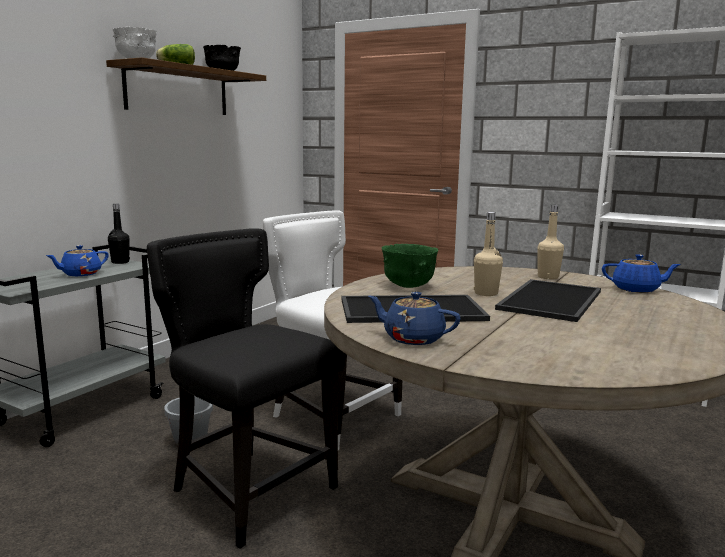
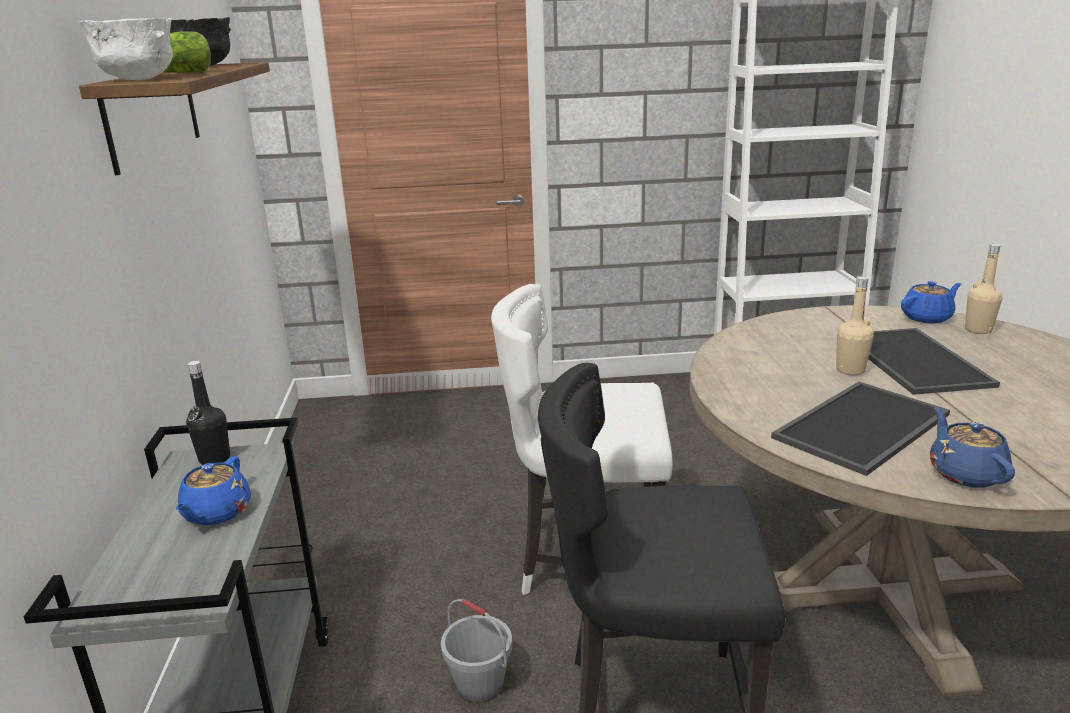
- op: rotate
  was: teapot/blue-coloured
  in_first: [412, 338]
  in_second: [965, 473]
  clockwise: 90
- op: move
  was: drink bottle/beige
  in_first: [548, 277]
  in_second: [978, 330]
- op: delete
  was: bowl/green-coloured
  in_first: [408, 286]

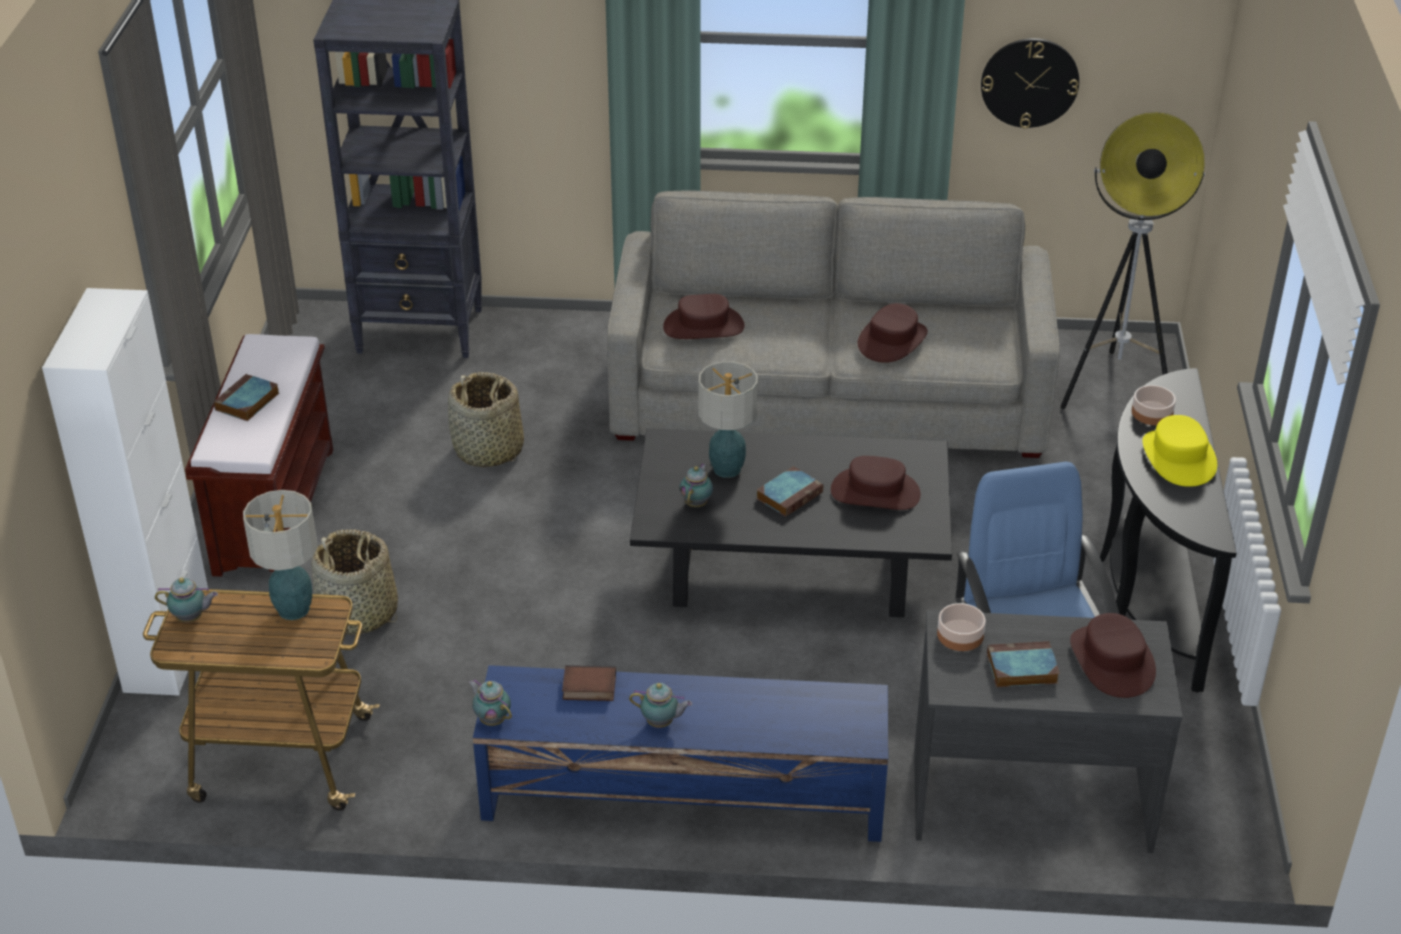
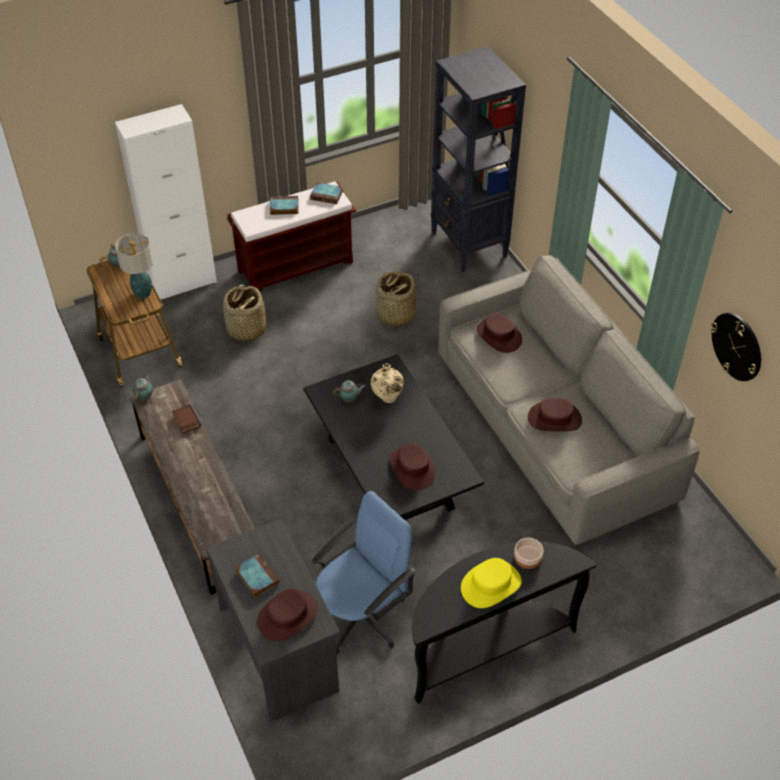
- op: recolor
  was: tv stand/blue-coloured
  now: tv stand/brown-coloured
  in_first: [681, 792]
  in_second: [199, 500]
- op: move
  was: volume
  in_first: [790, 495]
  in_second: [327, 195]
- op: replace
  was: table lamp
  now: decorative vase/beige
  in_first: [727, 468]
  in_second: [387, 399]
- op: delete
  was: teapot
  in_first: [661, 723]
- op: delete
  was: bowl
  in_first: [960, 635]
- op: delete
  was: standard lamp
  in_first: [1115, 389]

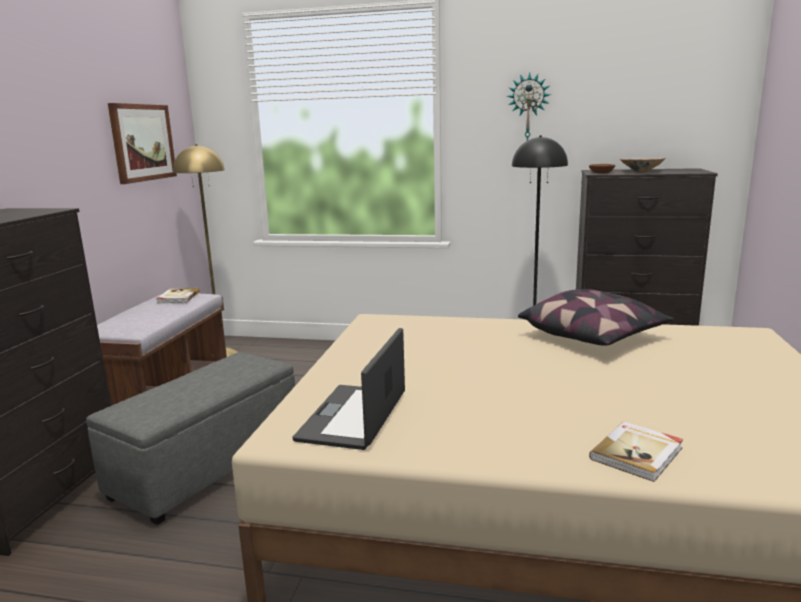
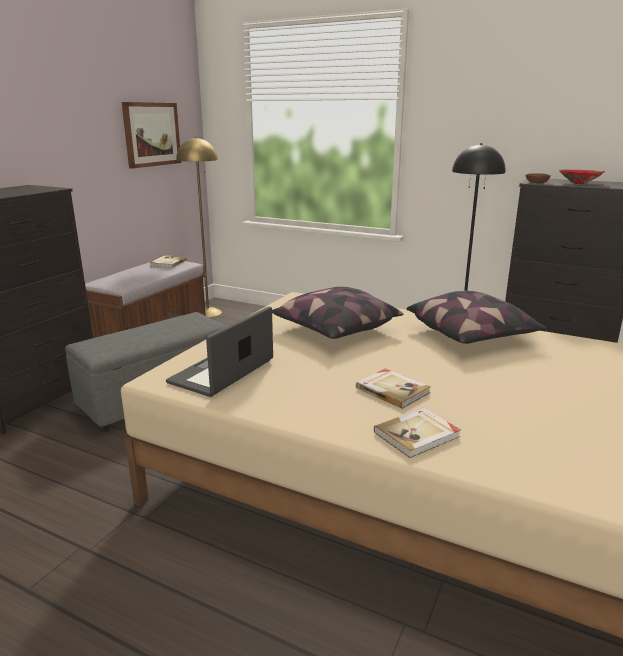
- op: insert
  now: pillow
  in_second: [335, 330]
- op: insert
  now: volume
  in_second: [392, 390]
- op: recolor
  was: bowl/beige
  now: bowl/red
  in_first: [641, 171]
  in_second: [579, 183]
- op: delete
  was: clock on the wall
  in_first: [528, 113]

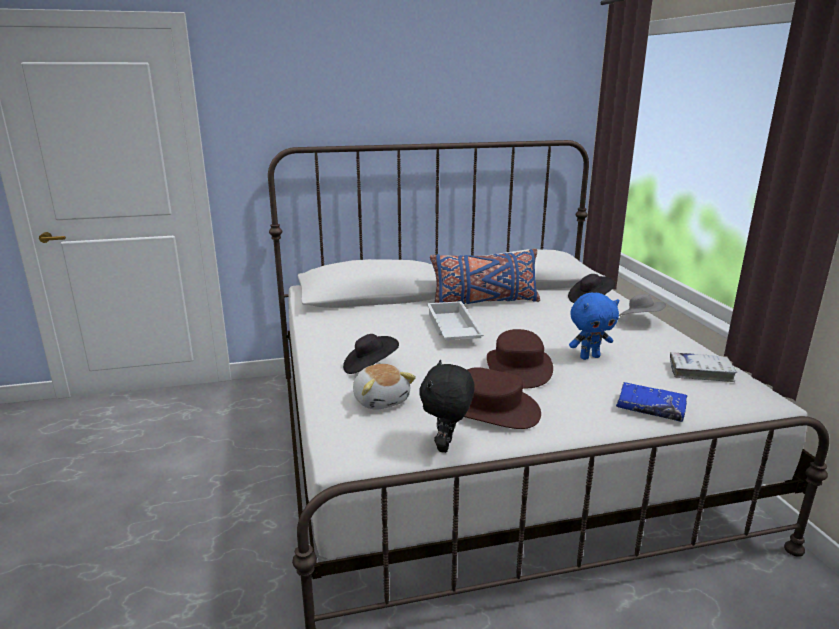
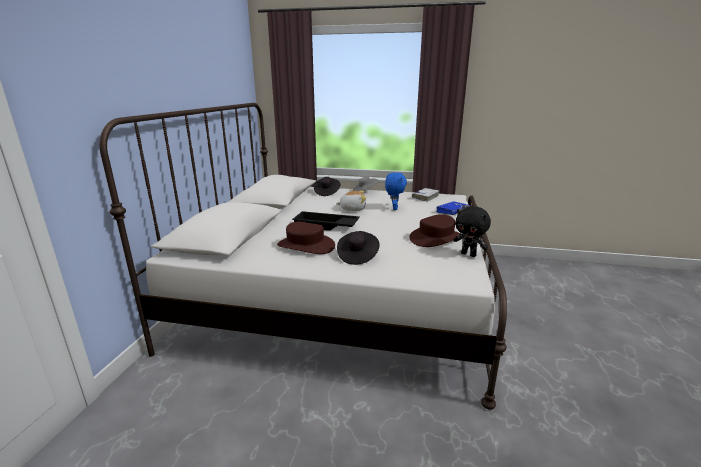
- op: move
  was: hat/brown-coloured
  in_first: [518, 368]
  in_second: [305, 246]
- op: recolor
  was: serving tray/white-coloured
  now: serving tray/black
  in_first: [451, 329]
  in_second: [325, 226]
- op: move
  was: plush toy
  in_first: [381, 400]
  in_second: [352, 209]
- op: delete
  was: pillow/blue-coloured
  in_first: [485, 302]

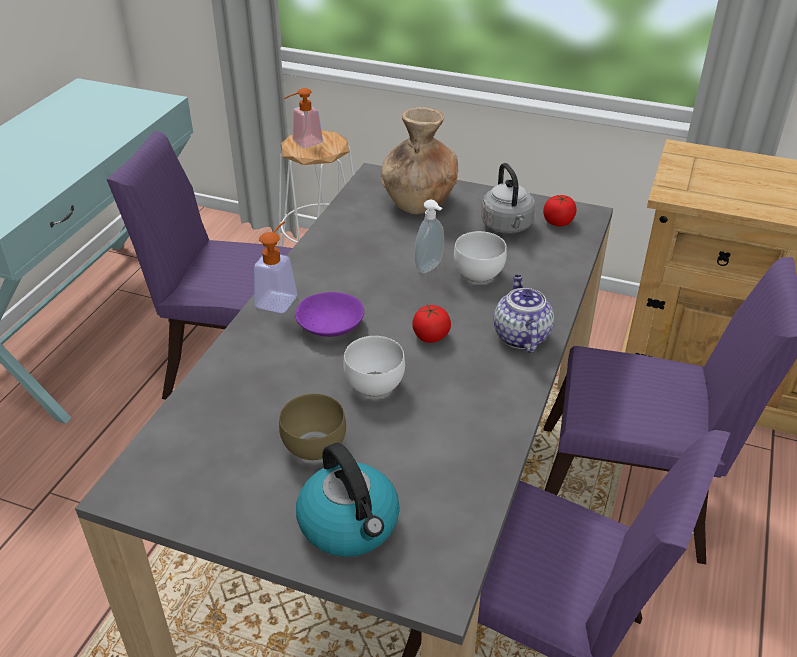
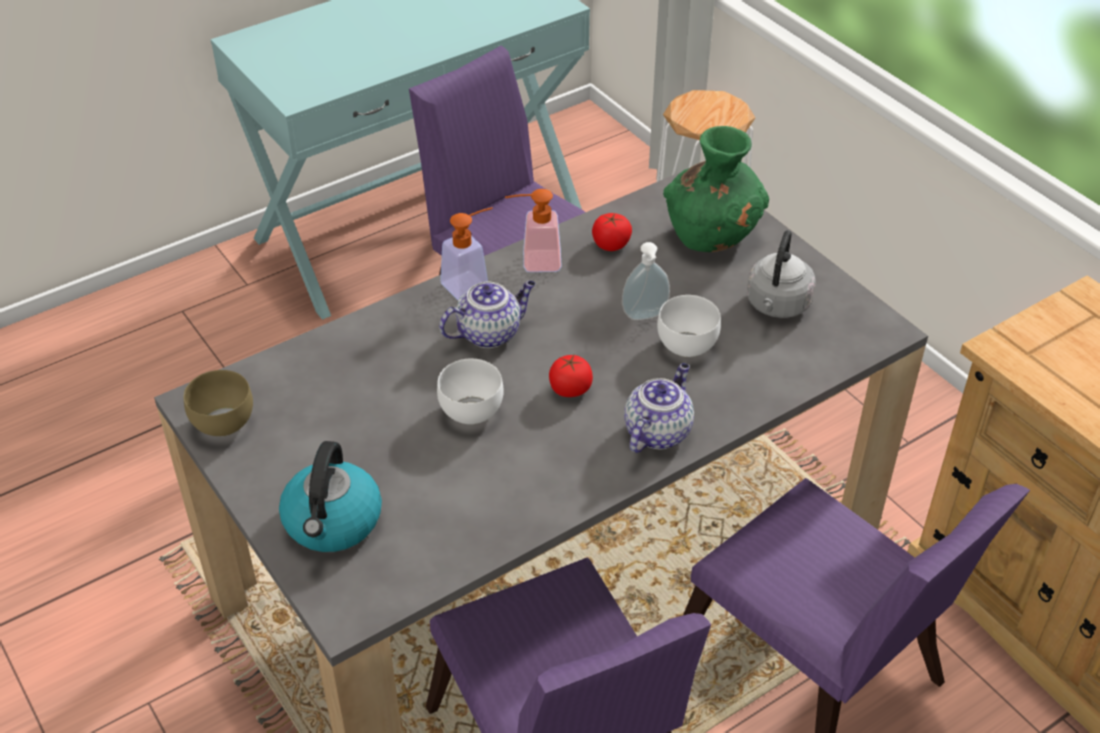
- op: move
  was: bowl/brown-coloured
  in_first: [312, 446]
  in_second: [222, 422]
- op: replace
  was: bowl/purple
  now: teapot
  in_first: [329, 325]
  in_second: [490, 333]
- op: move
  was: soap dispenser
  in_first: [303, 143]
  in_second: [533, 262]
- op: move
  was: tomato
  in_first: [558, 222]
  in_second: [611, 244]
- op: recolor
  was: decorative vase/brown-coloured
  now: decorative vase/green-coloured
  in_first: [419, 201]
  in_second: [713, 235]

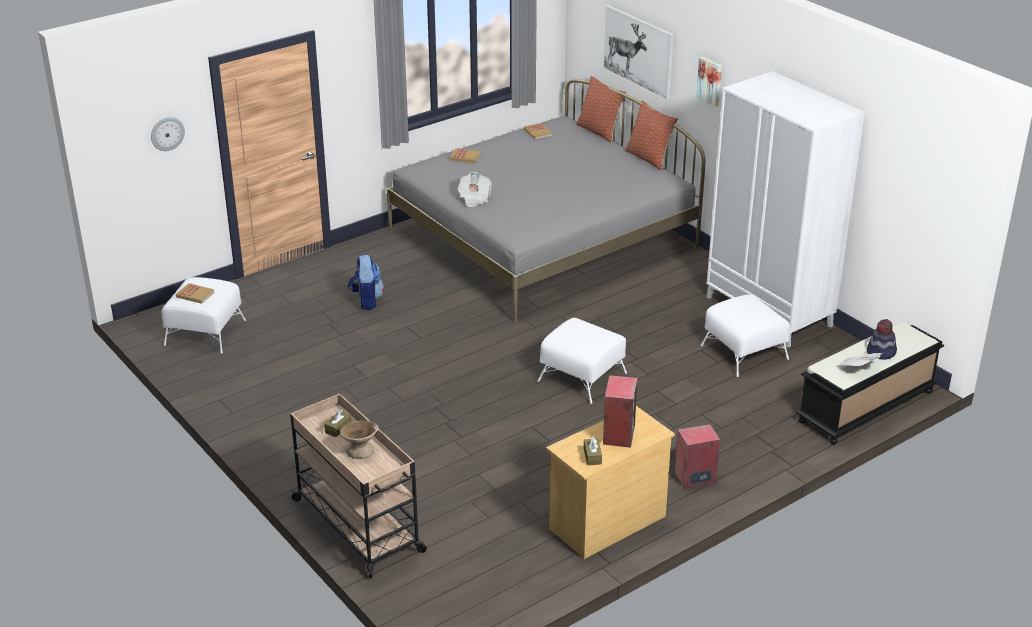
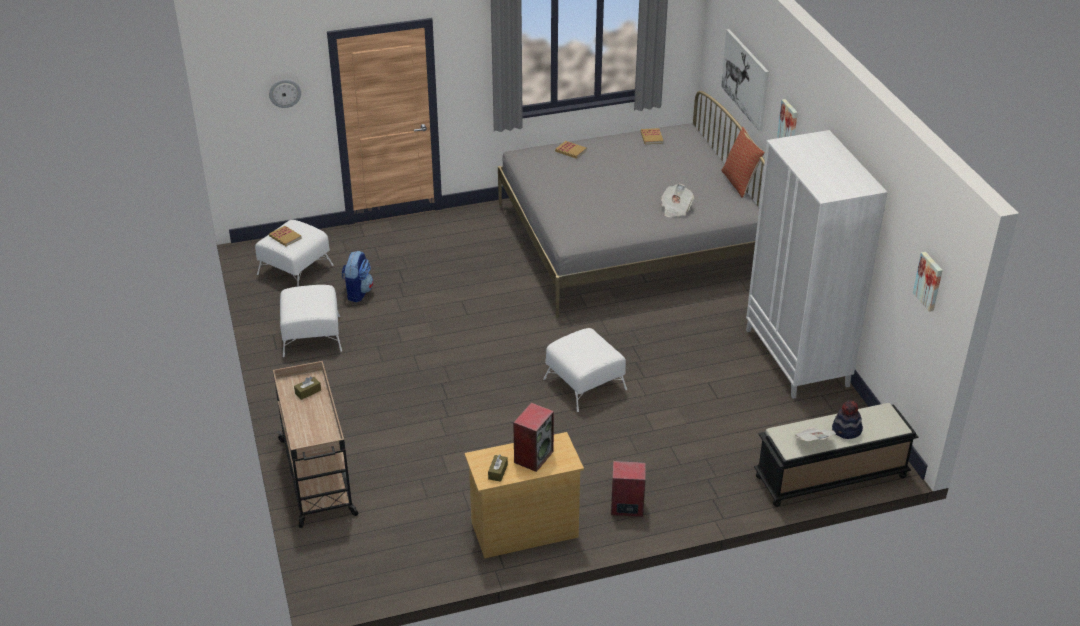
- op: move
  was: ottoman/white-coloured
  in_first: [744, 352]
  in_second: [312, 335]
- op: move
  was: backpack
  in_first: [366, 301]
  in_second: [358, 292]
- op: move
  was: printed paper
  in_first: [474, 198]
  in_second: [675, 209]
- op: insert
  now: wall art
  in_second: [929, 281]
- op: delete
  was: bowl/beige
  in_first: [360, 451]
- op: delete
  was: pillow
  in_first: [599, 131]

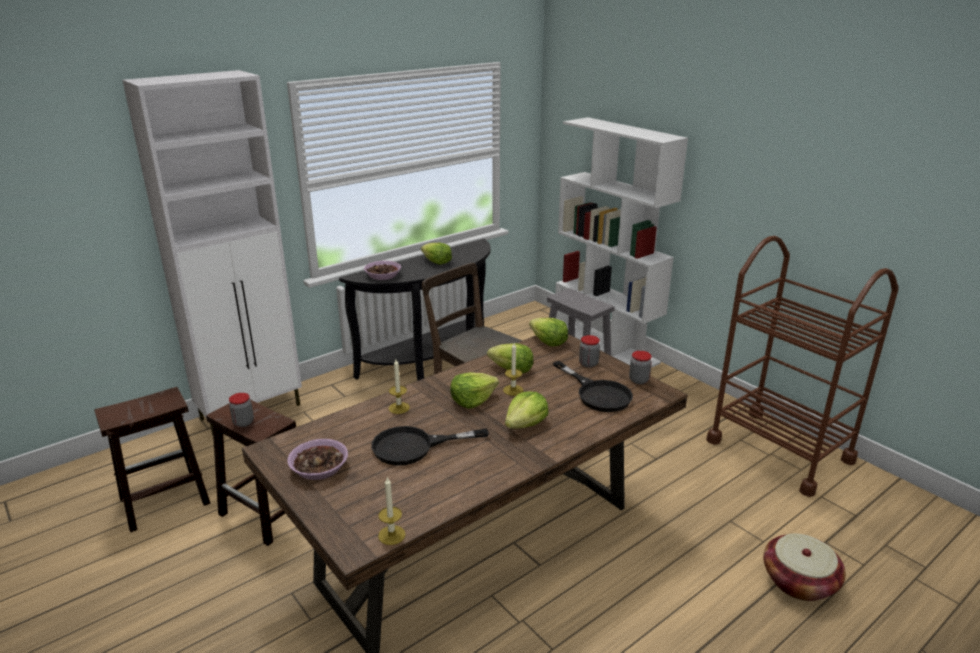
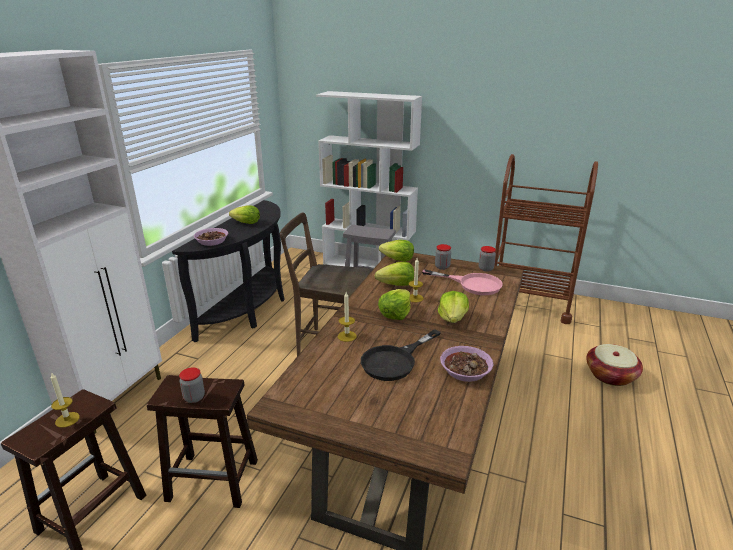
- op: move
  was: wax light
  in_first: [391, 535]
  in_second: [67, 419]
- op: recolor
  was: pan/black
  now: pan/pink
  in_first: [597, 393]
  in_second: [472, 284]
- op: move
  was: bowl
  in_first: [319, 468]
  in_second: [466, 371]

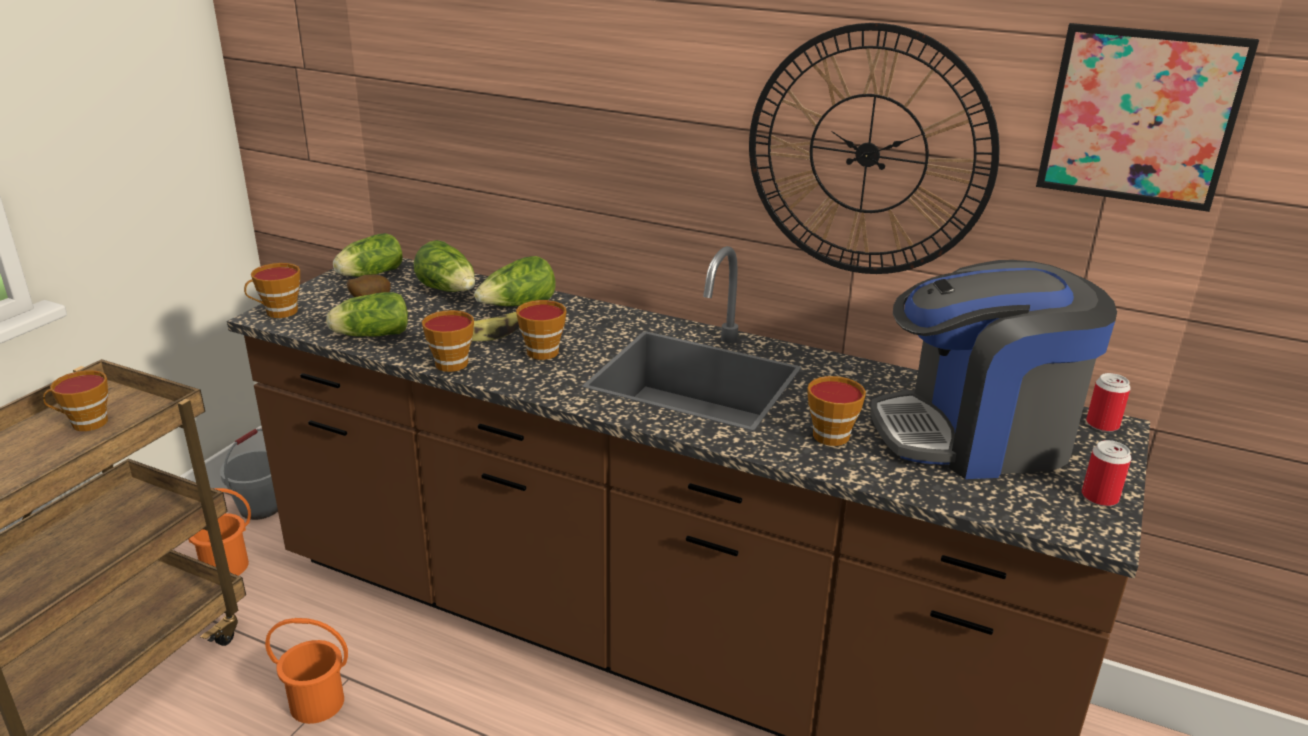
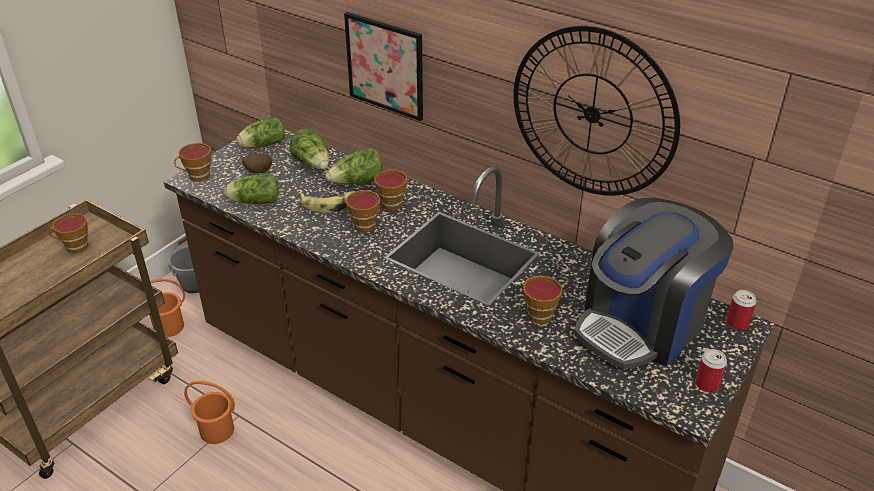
- op: move
  was: wall art
  in_first: [1140, 116]
  in_second: [385, 66]
- op: move
  was: small cup
  in_first: [450, 362]
  in_second: [391, 202]
- op: rotate
  was: coffee brewer
  in_first: [976, 436]
  in_second: [642, 324]
  clockwise: -45

